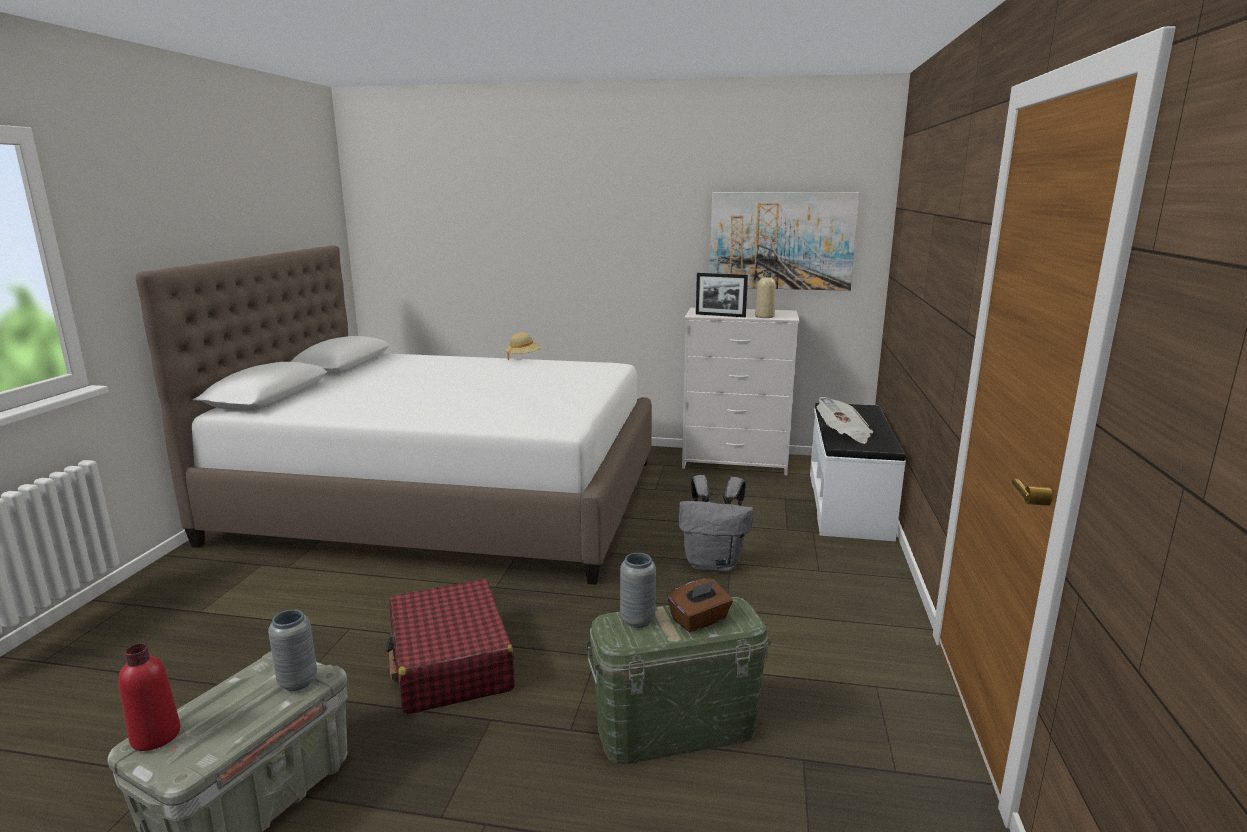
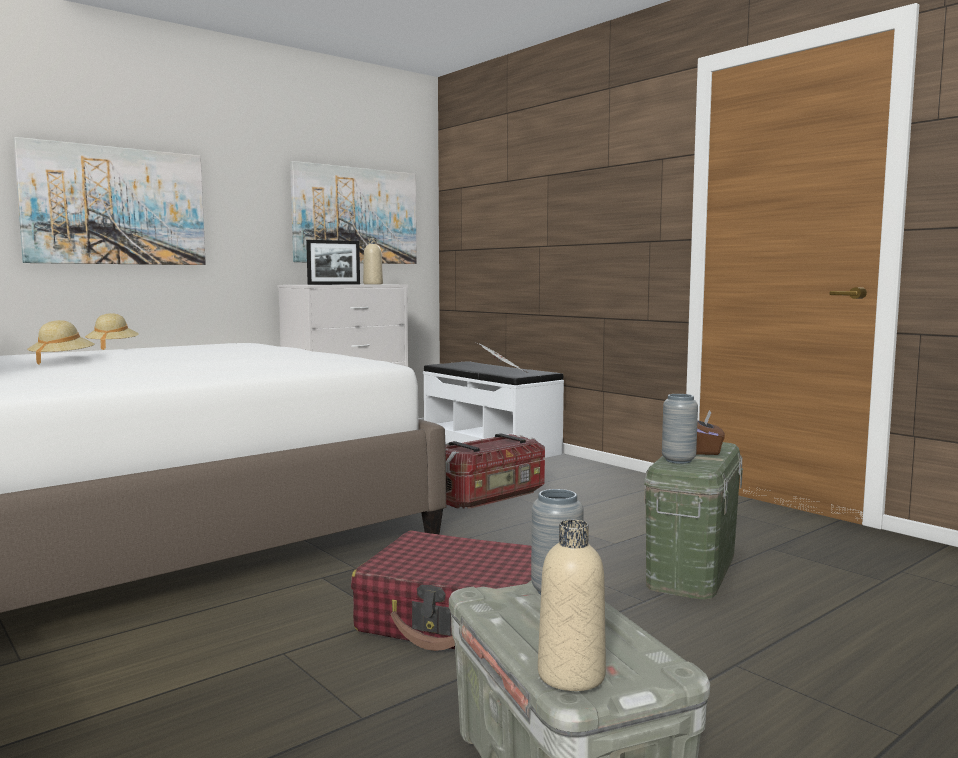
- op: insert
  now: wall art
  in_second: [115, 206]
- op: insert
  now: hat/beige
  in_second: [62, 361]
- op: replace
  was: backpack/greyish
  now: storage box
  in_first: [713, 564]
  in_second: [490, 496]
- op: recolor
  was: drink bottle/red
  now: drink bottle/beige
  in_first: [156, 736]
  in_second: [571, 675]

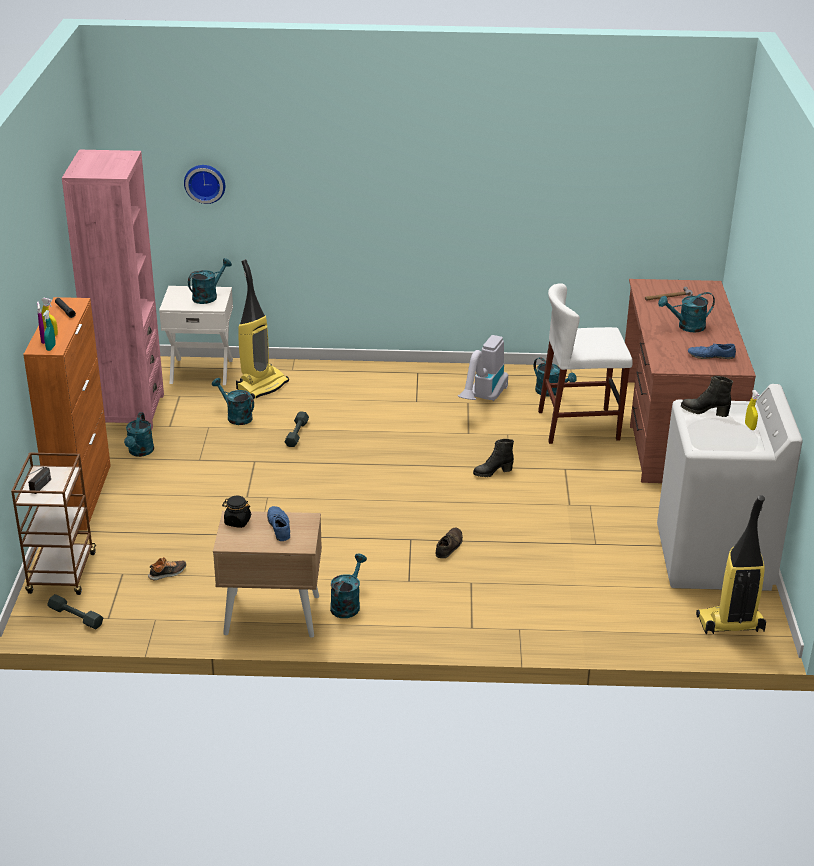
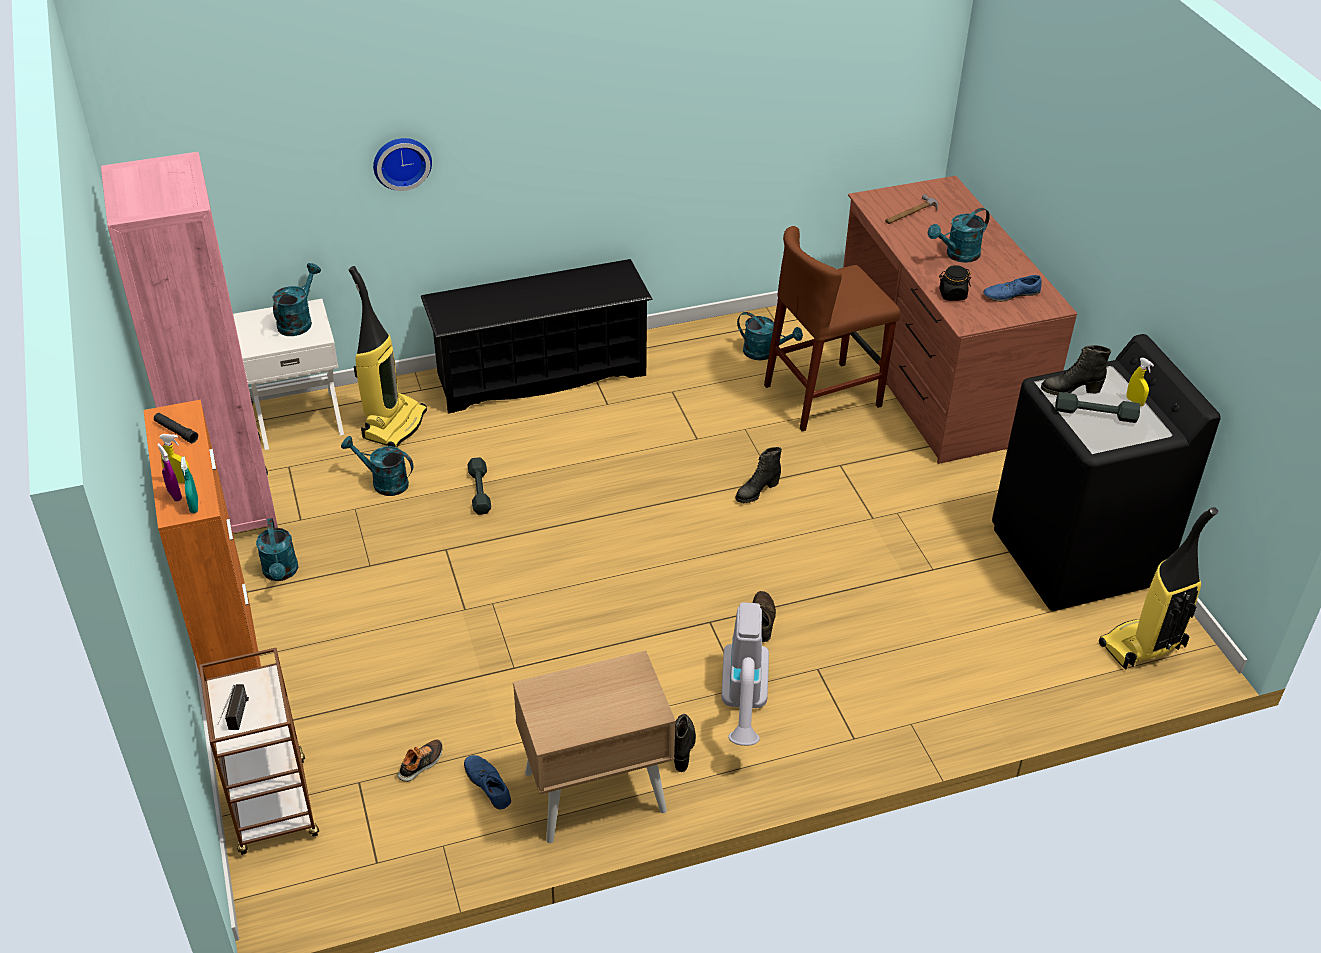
- op: move
  was: clock on the wall
  in_first: [205, 182]
  in_second: [401, 161]
- op: insert
  now: shoe rack/black
  in_second: [540, 374]
- op: move
  was: shoe/blue-coloured
  in_first: [279, 527]
  in_second: [488, 785]
- op: replace
  was: watering can/turquoise
  now: high-top boot/black
  in_first: [347, 604]
  in_second: [683, 746]
- op: move
  was: vacuum
  in_first: [483, 399]
  in_second: [744, 705]
- op: recolor
  was: stool seat/white-coloured
  now: stool seat/brown-coloured
  in_first: [579, 425]
  in_second: [823, 396]
- op: move
  was: jar/black
  in_first: [237, 521]
  in_second: [952, 295]
- op: recolor
  was: washing machine/white-coloured
  now: washing machine/black
  in_first: [714, 559]
  in_second: [1076, 556]
- op: move
  was: hand weight/greyish
  in_first: [75, 617]
  in_second: [1095, 414]

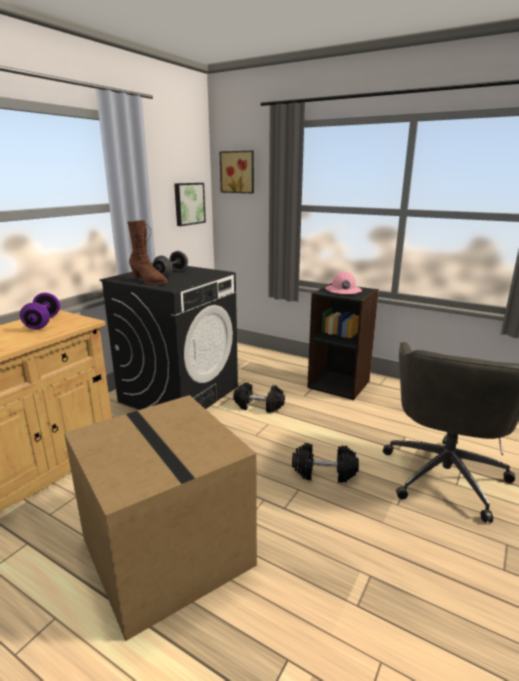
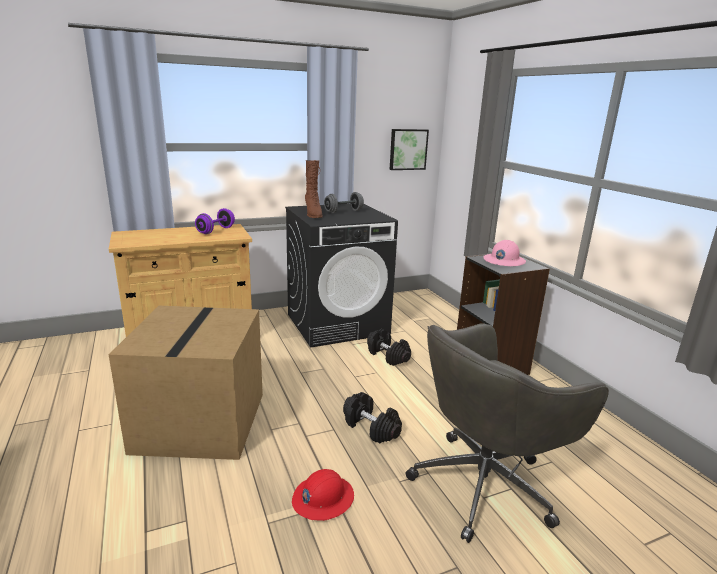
- op: insert
  now: safety helmet/red
  in_second: [322, 498]
- op: delete
  was: wall art
  in_first: [238, 172]

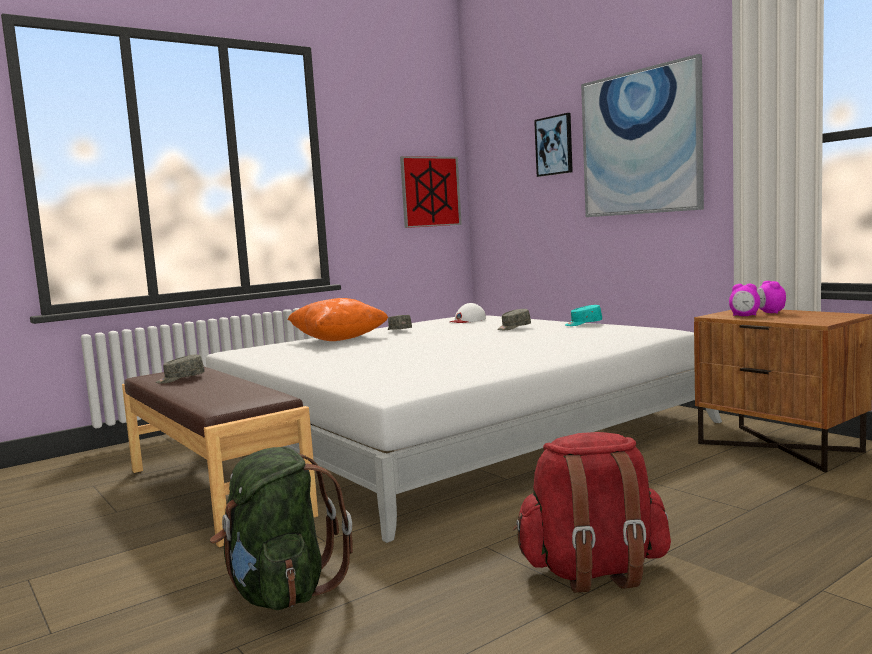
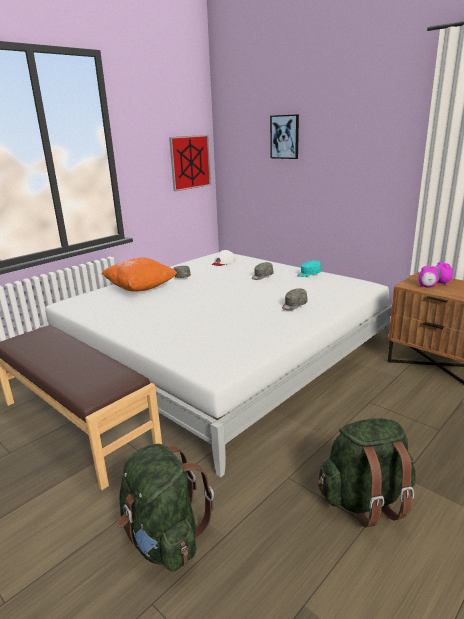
- op: move
  was: cap/greyish
  in_first: [180, 379]
  in_second: [294, 305]
- op: recolor
  was: backpack/red
  now: backpack/green-coloured
  in_first: [594, 572]
  in_second: [365, 500]
- op: delete
  was: wall art
  in_first: [640, 143]

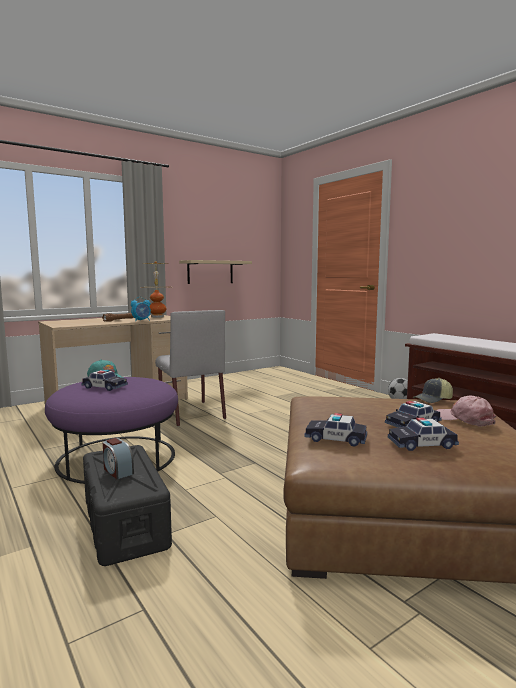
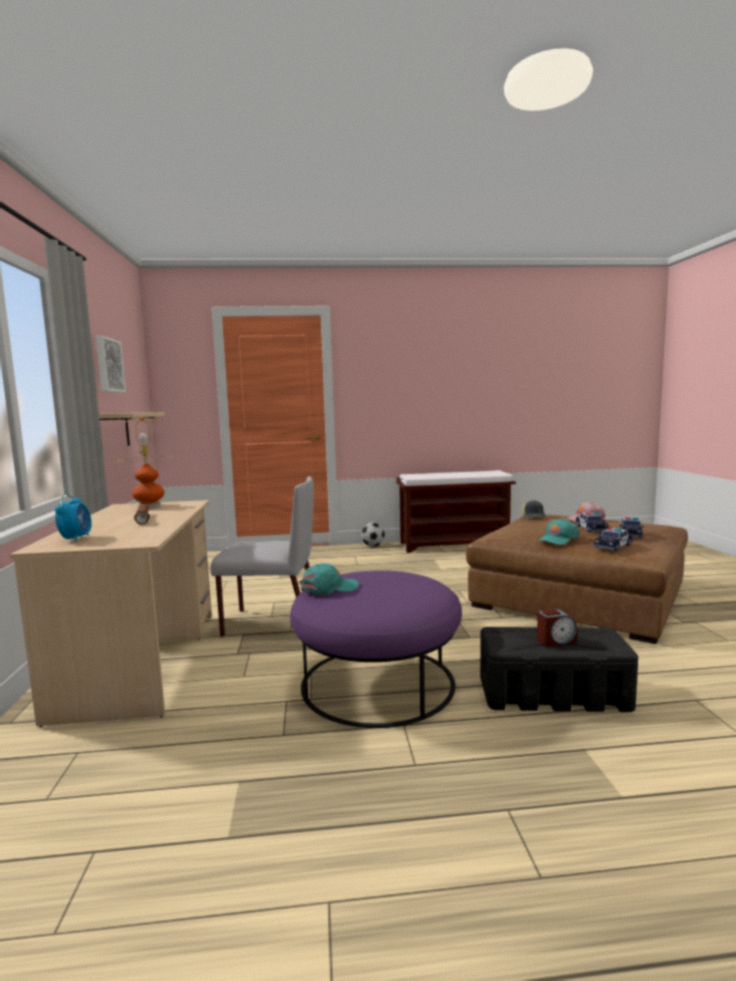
- op: move
  was: table clock
  in_first: [141, 320]
  in_second: [76, 539]
- op: insert
  now: wall art
  in_second: [108, 365]
- op: insert
  now: cap/turquoise
  in_second: [558, 539]
- op: delete
  was: model car
  in_first: [104, 387]

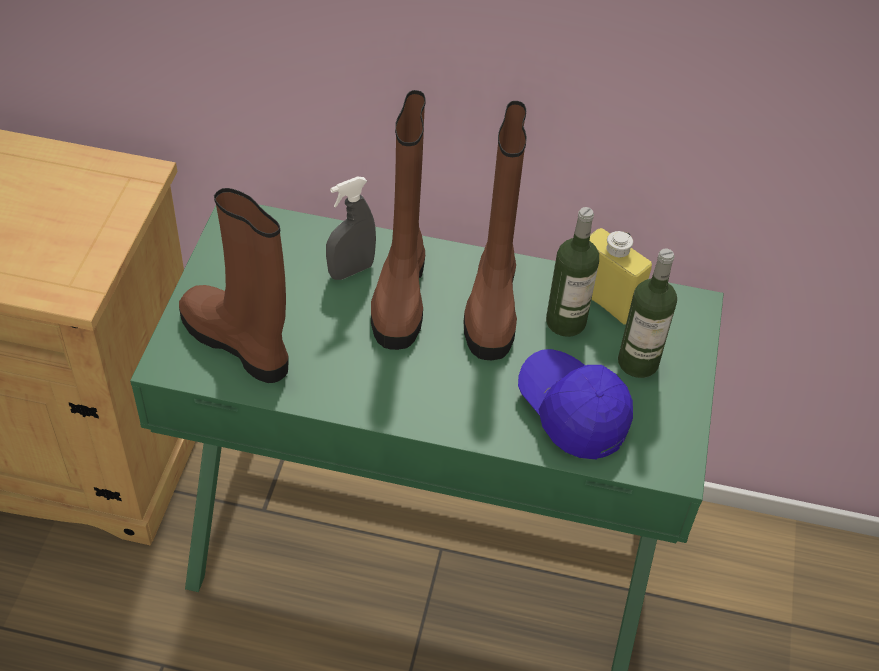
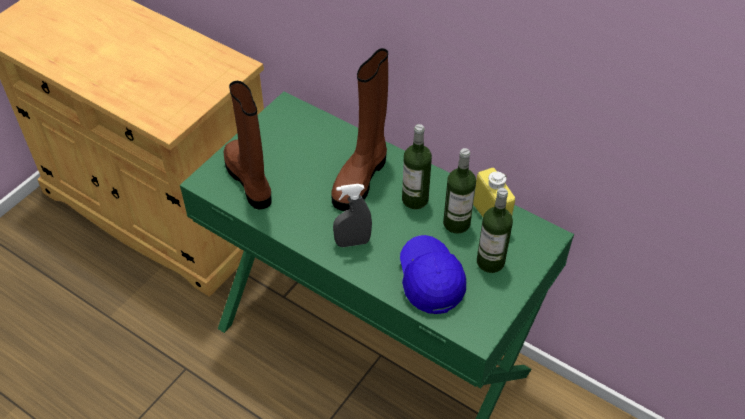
- op: move
  was: sprayer/greyish
  in_first: [351, 270]
  in_second: [352, 242]
- op: replace
  was: high-top boot/brown-coloured
  now: drink bottle
  in_first: [492, 304]
  in_second: [415, 199]

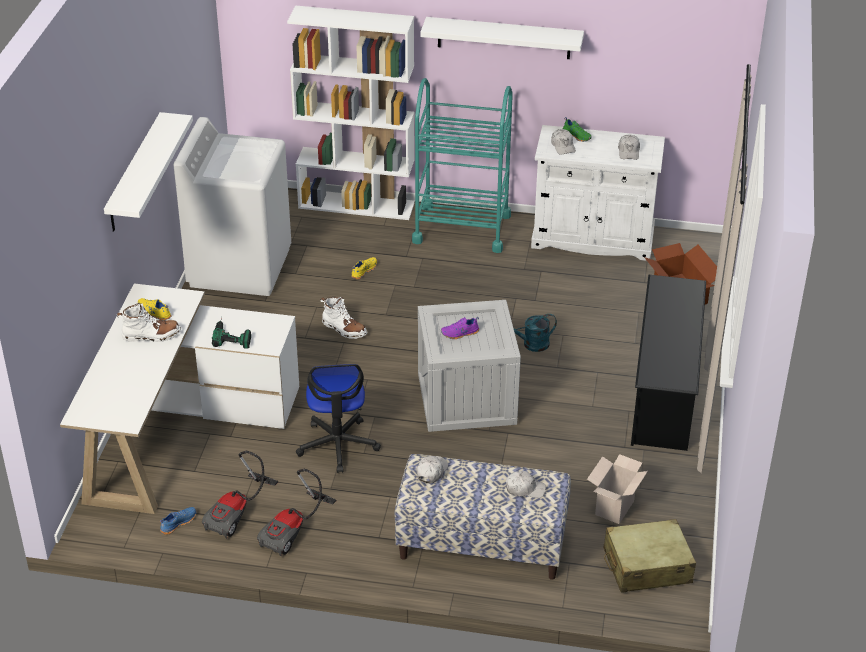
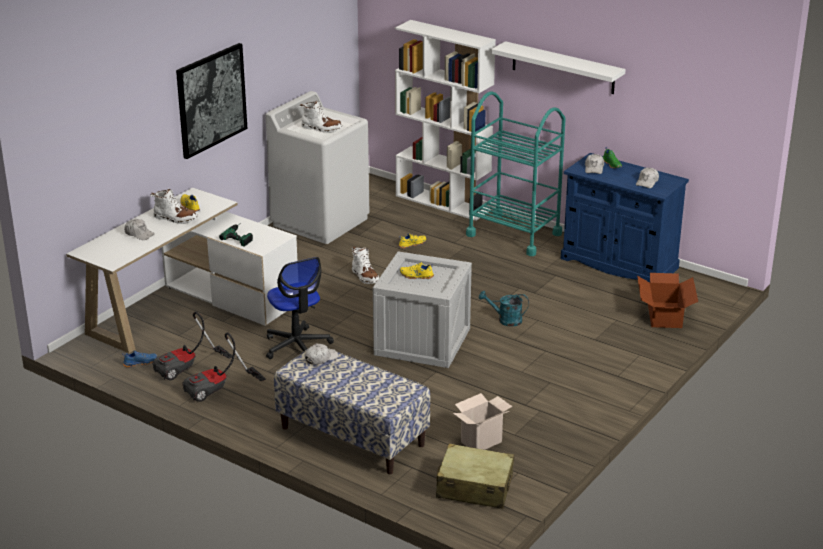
- op: move
  was: cap/white-coloured
  in_first: [524, 489]
  in_second: [139, 234]
- op: replace
  was: bracket shelf/white-coloured
  now: wall art
  in_first: [134, 173]
  in_second: [211, 100]
- op: rotate
  was: office chair
  in_first: [338, 445]
  in_second: [297, 346]
  clockwise: -45
- op: insert
  now: high-top boot/white-coloured
  in_second: [321, 128]
- op: recolor
  was: shoe/purple
  now: shoe/yellowish
  in_first: [460, 334]
  in_second: [416, 276]
- op: recolor
  was: cupboard/white-coloured
  now: cupboard/blue-coloured
  in_first: [592, 238]
  in_second: [619, 263]
- op: delete
  was: shoe rack/black
  in_first: [664, 392]

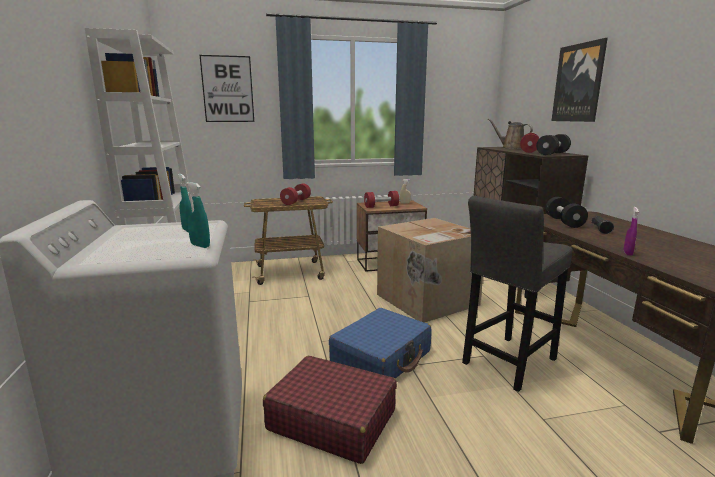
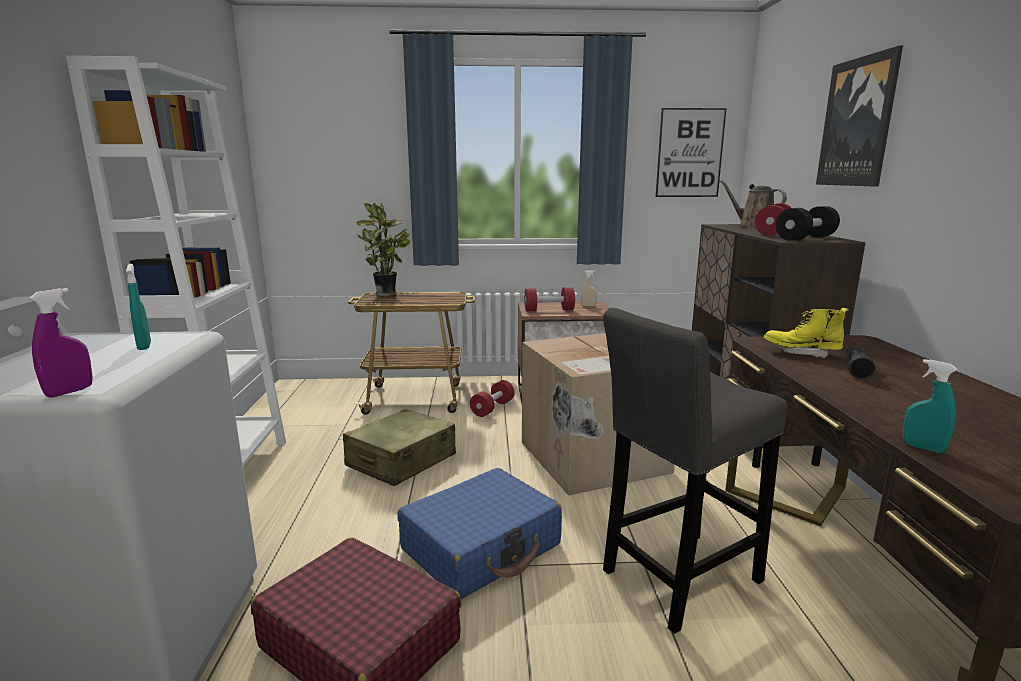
- op: move
  was: sprayer/purple
  in_first: [627, 253]
  in_second: [69, 392]
- op: insert
  now: travel case/beige
  in_second: [401, 461]
- op: insert
  now: houseplant
  in_second: [388, 294]
- op: move
  was: hand weight/red
  in_first: [296, 201]
  in_second: [492, 408]
- op: move
  was: wall art
  in_first: [227, 89]
  in_second: [689, 153]
- op: replace
  was: hand weight/black
  now: high-top boot/yellowish
  in_first: [564, 222]
  in_second: [801, 353]
- op: move
  was: sprayer/turquoise
  in_first: [200, 245]
  in_second: [923, 448]

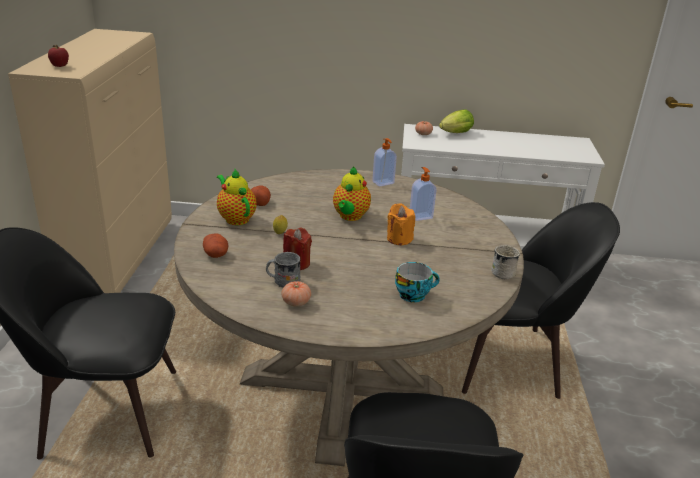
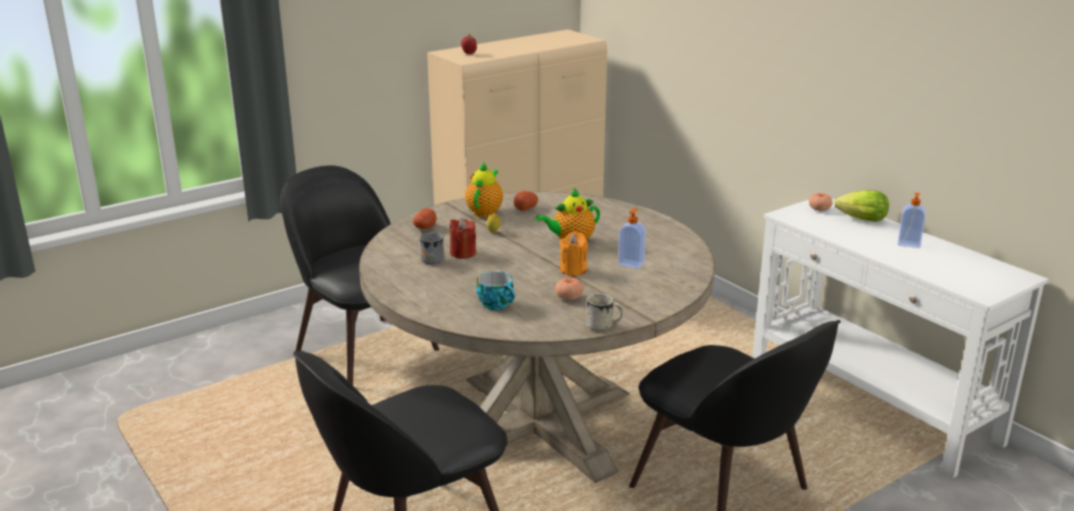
- op: move
  was: tomato
  in_first: [296, 302]
  in_second: [569, 297]
- op: move
  was: soap dispenser
  in_first: [383, 183]
  in_second: [908, 244]

